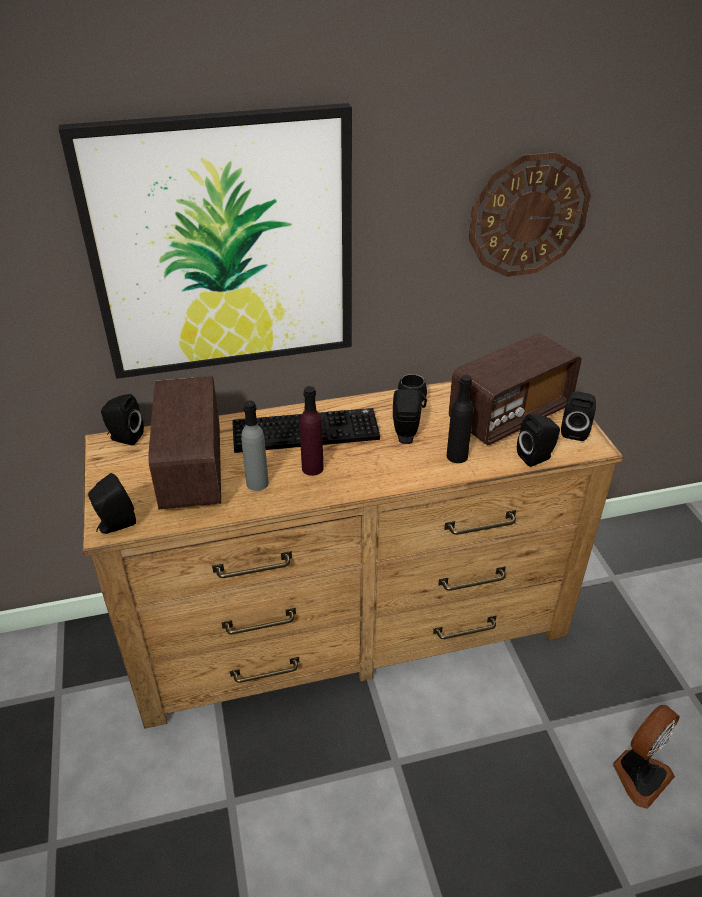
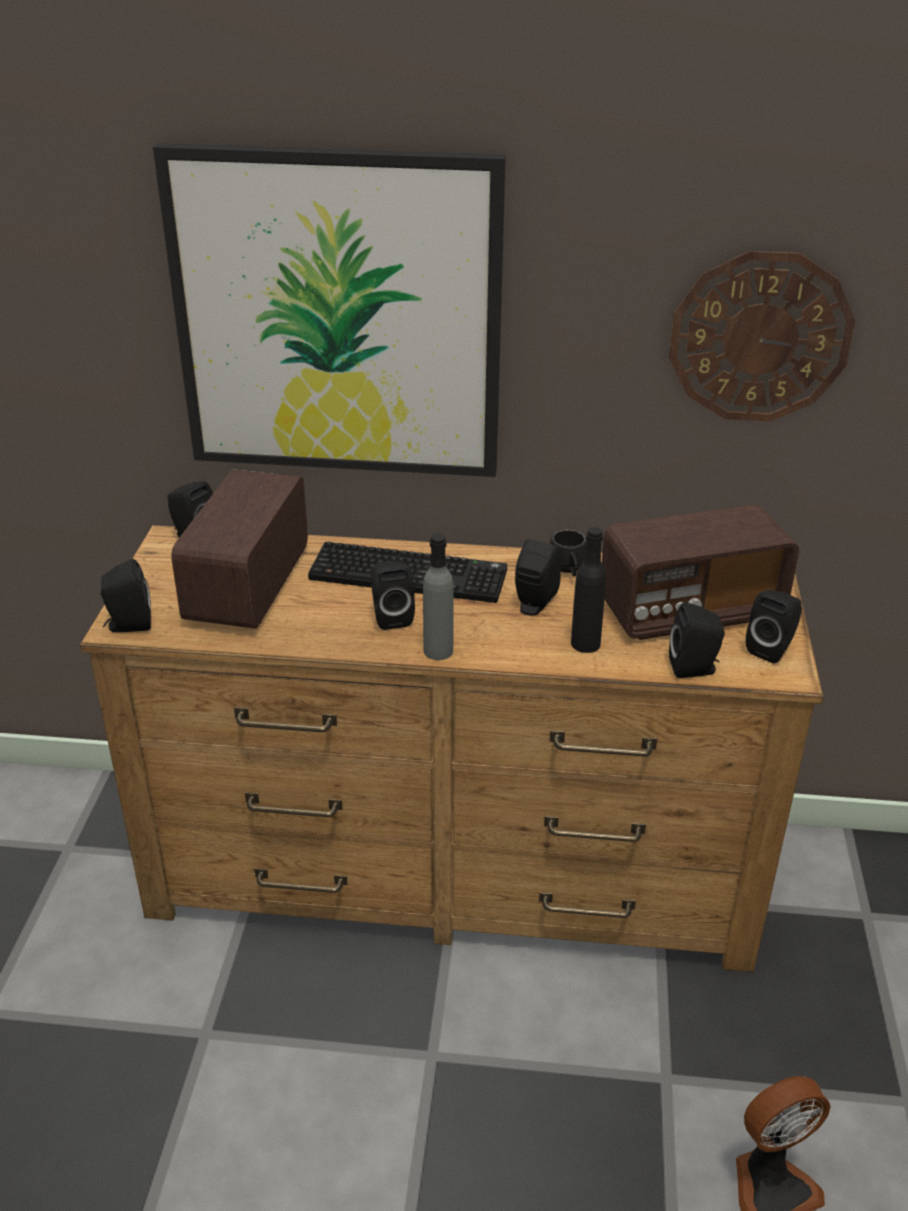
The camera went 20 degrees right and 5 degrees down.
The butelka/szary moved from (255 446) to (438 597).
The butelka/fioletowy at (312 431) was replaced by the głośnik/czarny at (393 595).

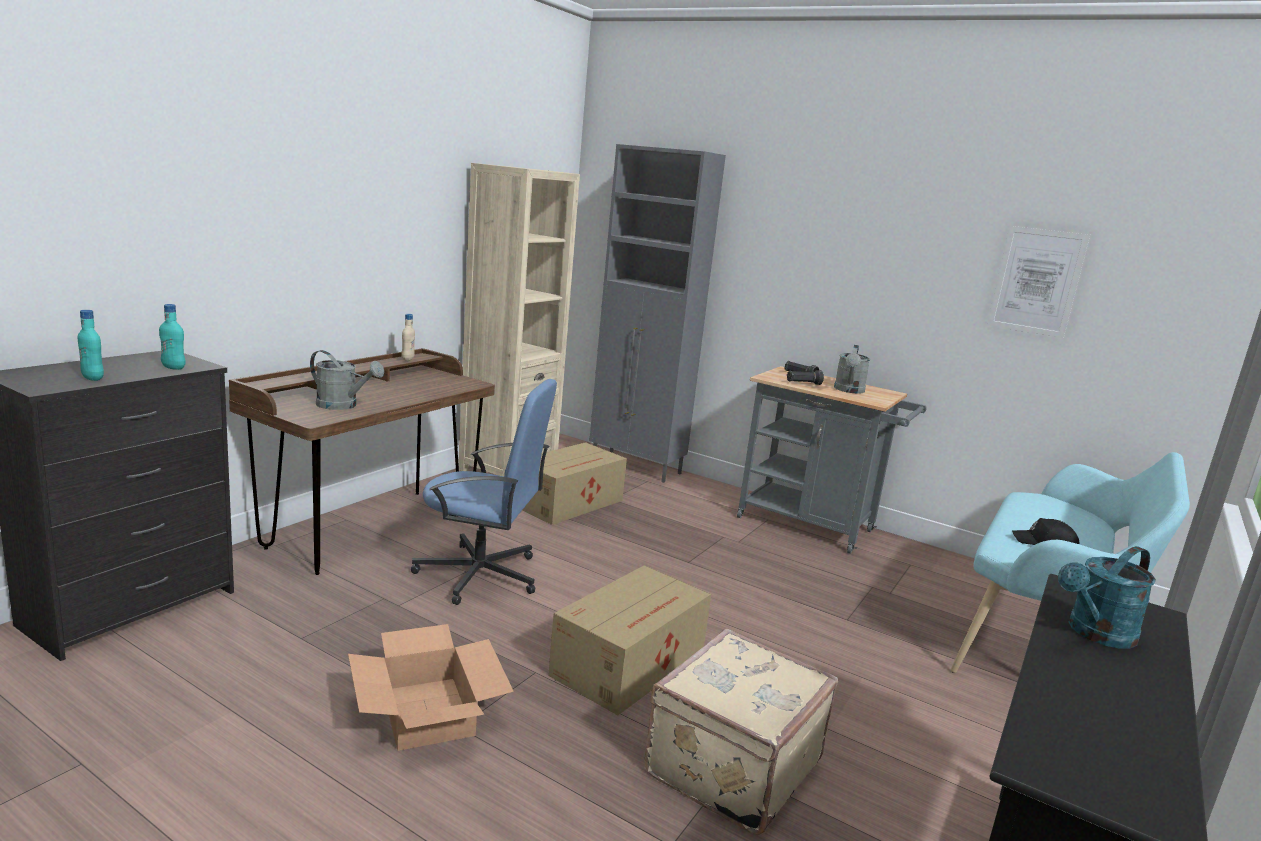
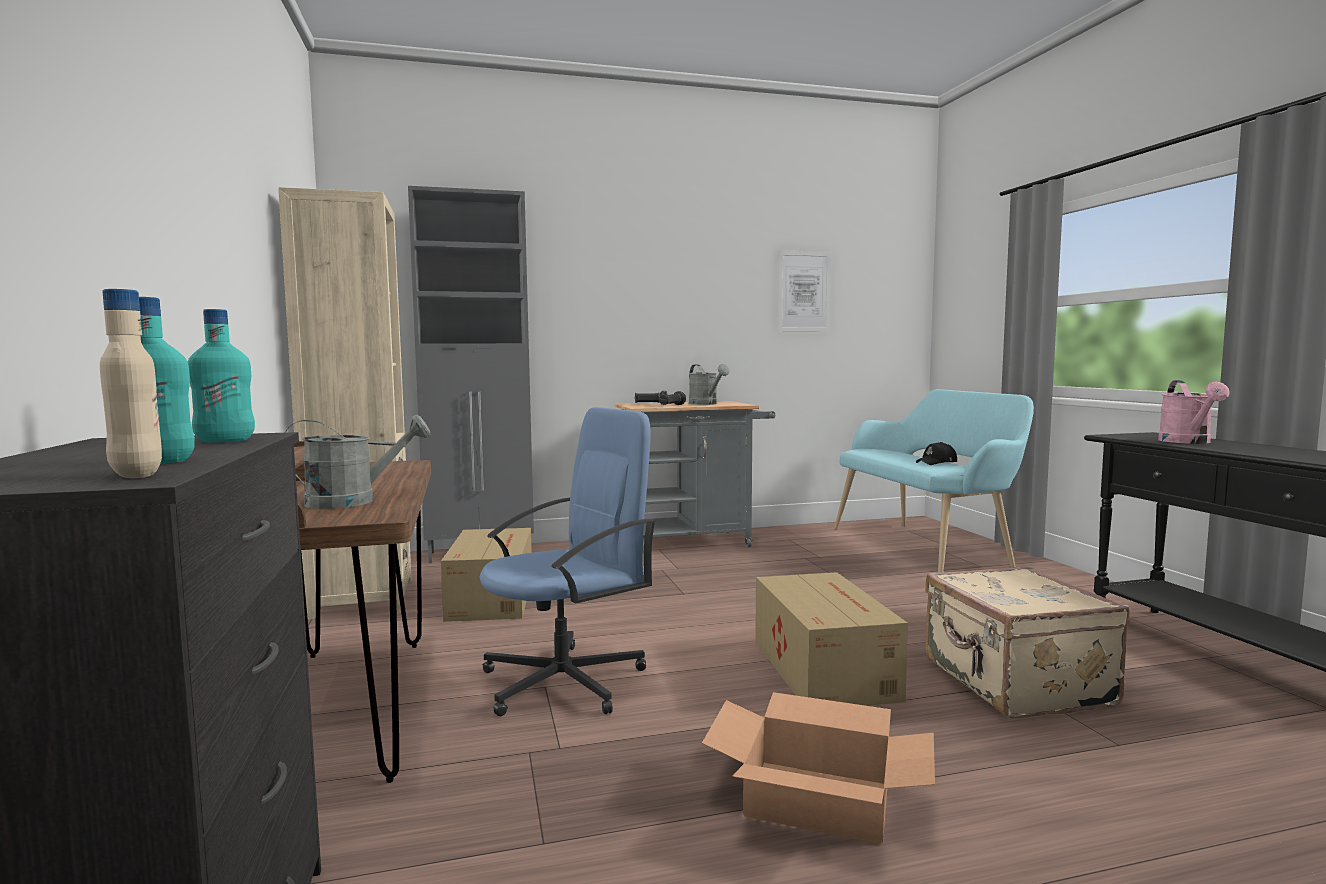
The camera went 45 degrees left and 10 degrees down.
The butelka/beżowy moved from (408 337) to (131 383).
The konewka/turkusowy at (1107 597) became the konewka/różowy at (1194 412).

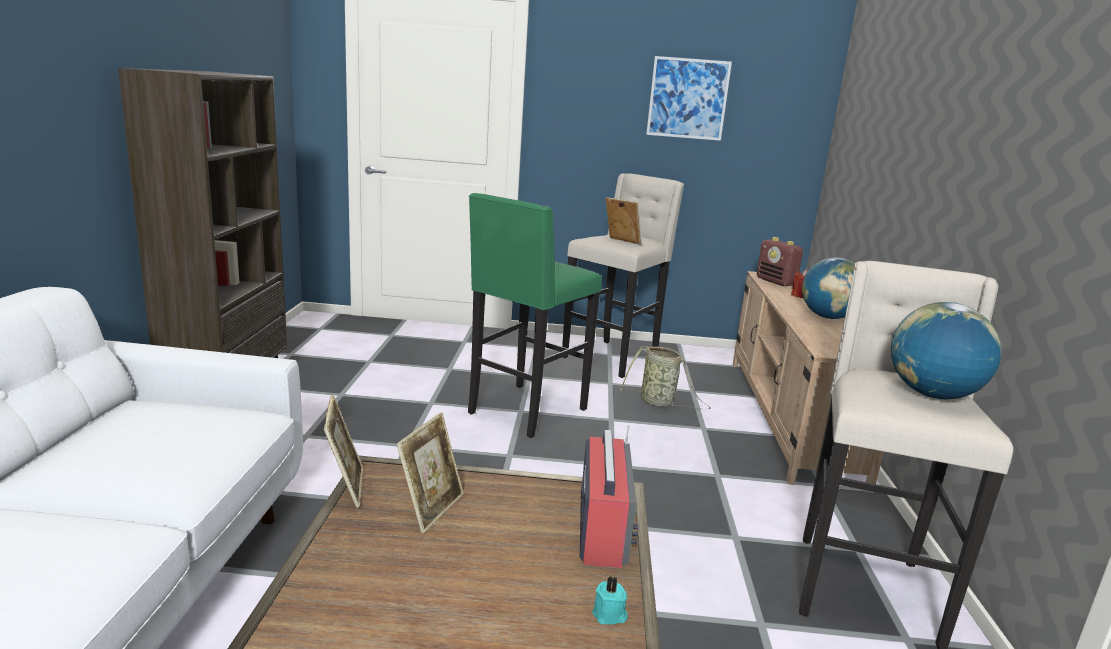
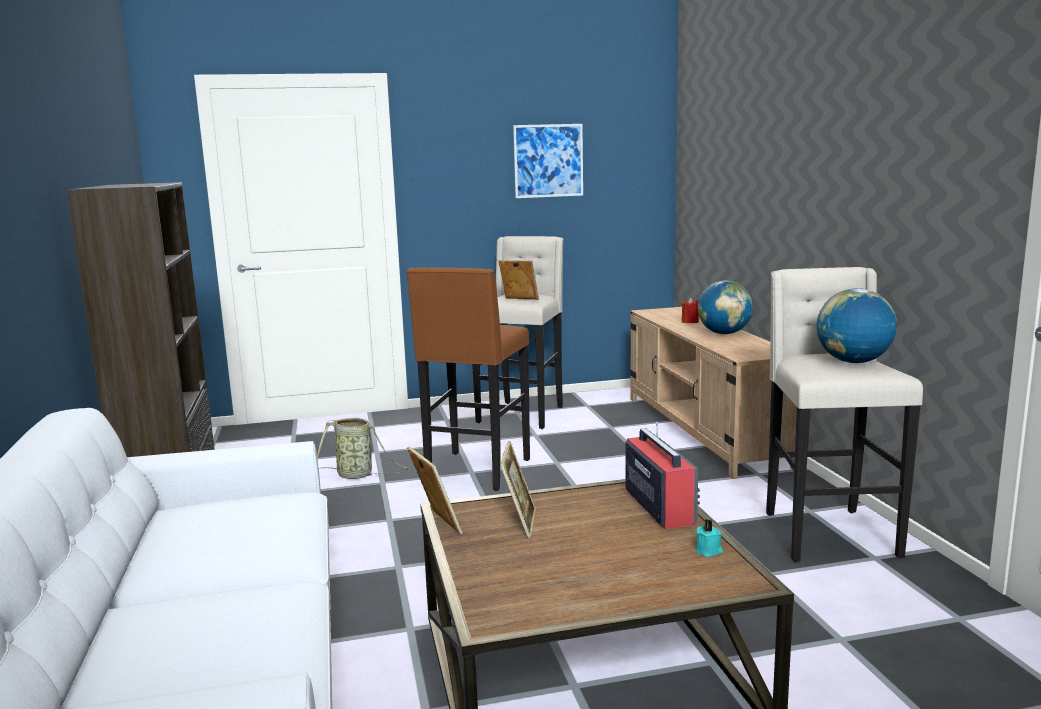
The camera went 15 degrees left and 5 degrees down.
The stołek/zielony at (535 315) became the stołek/brązowy at (468 379).
The koszyk moved from (665 377) to (362 448).
The radio at (780 261) disappeared.

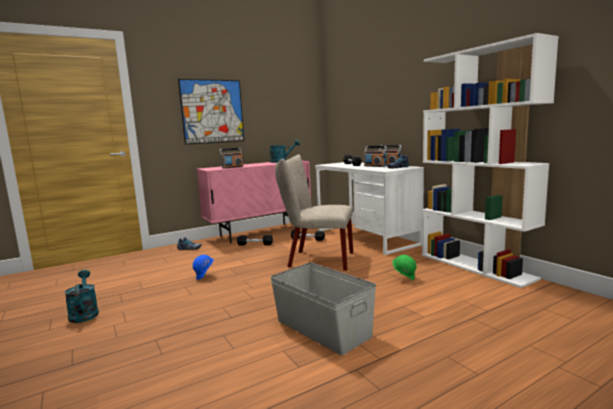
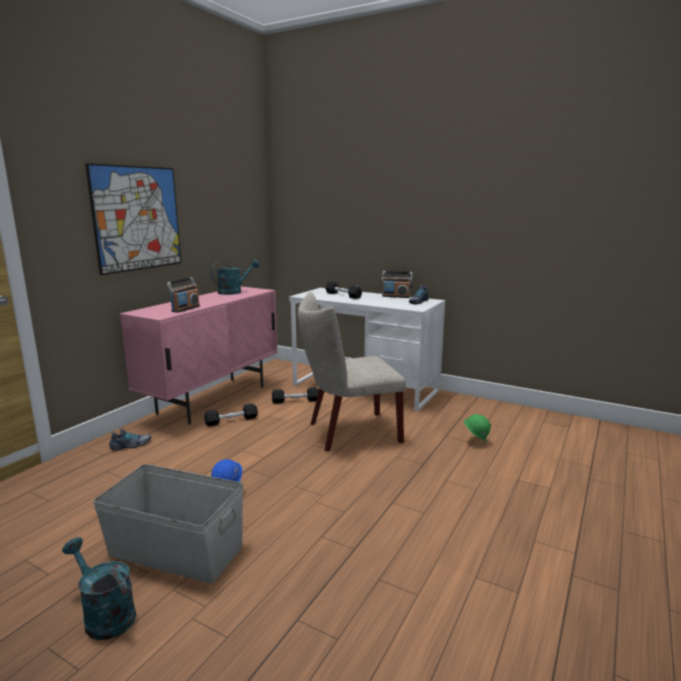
The camera went 30 degrees left and 5 degrees up.
The pojemnik do przechowywania/szary moved from (323 308) to (168 524).
The radio at (375 156) disappeared.
The regał/biały at (490 160) disappeared.

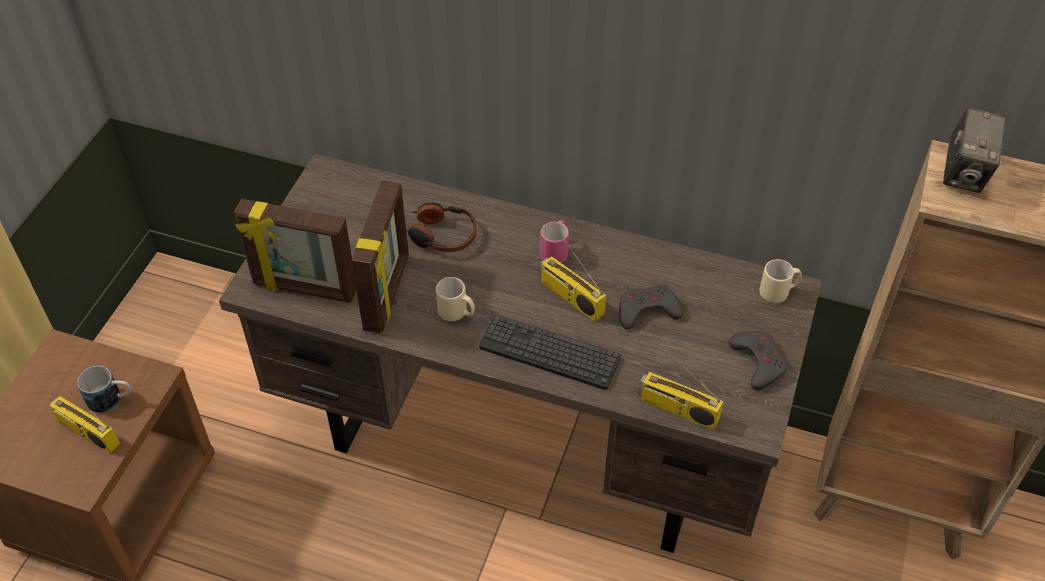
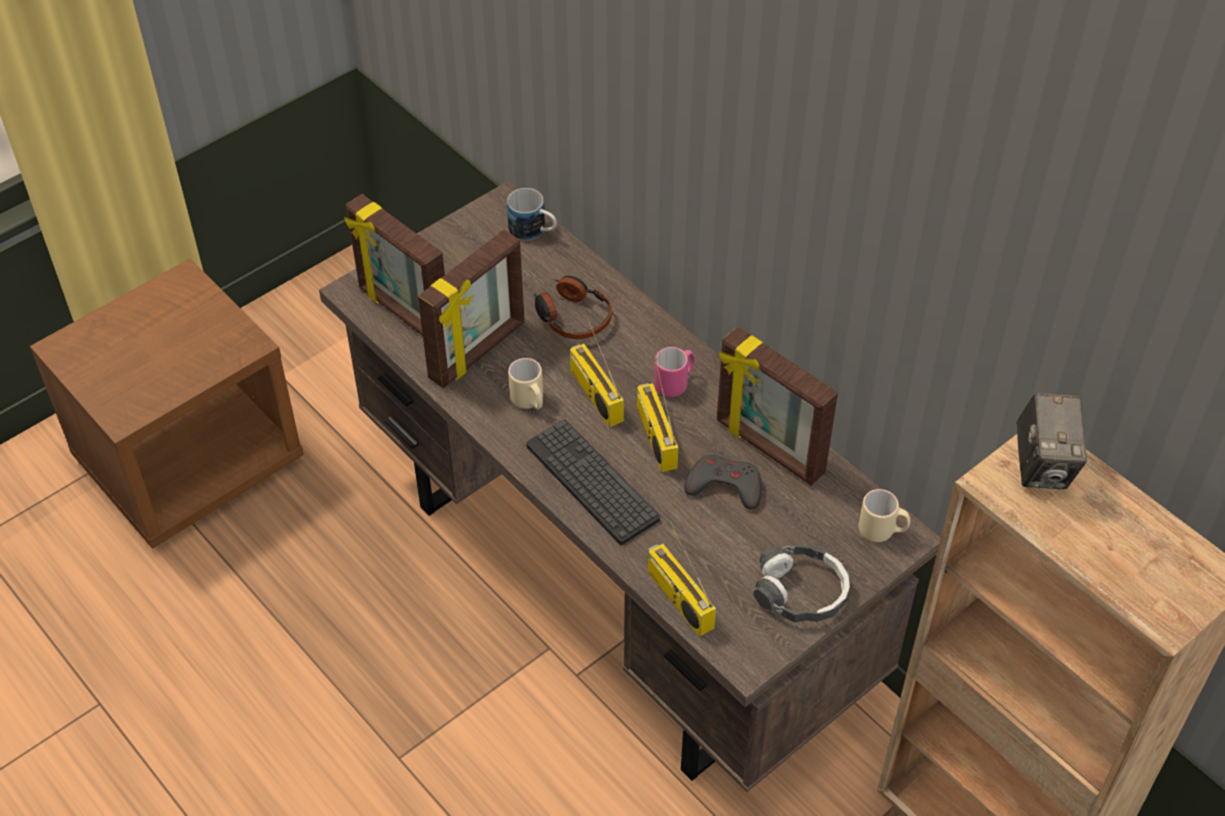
The camera went 30 degrees right and 0 degrees up.
The radio moved from (85 415) to (597 372).
The kubek moved from (104 389) to (532 214).
The pad do gier/szary at (757 360) was replaced by the słuchawki at (802 583).
The aparat fotograficzny at (975 150) turned 45 degrees counterclockwise.
The ramka na zdjęcie at (777 406) appeared.

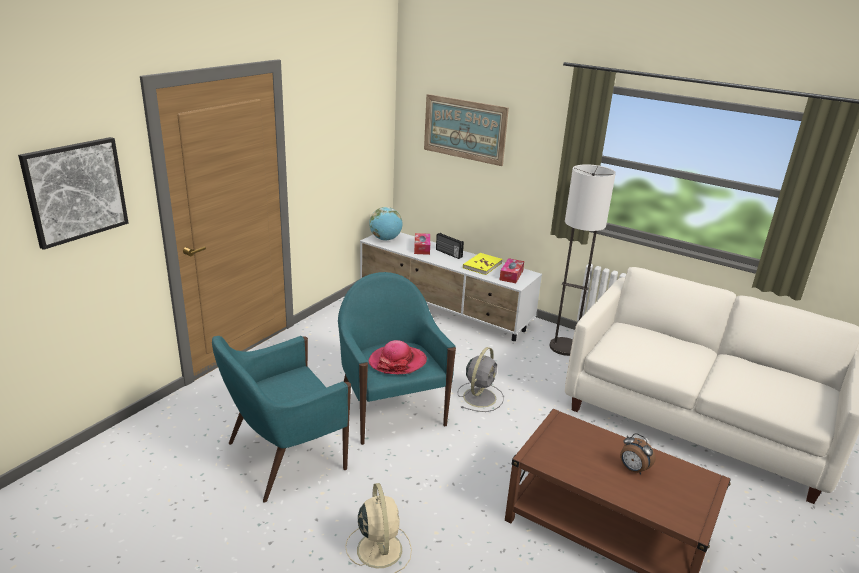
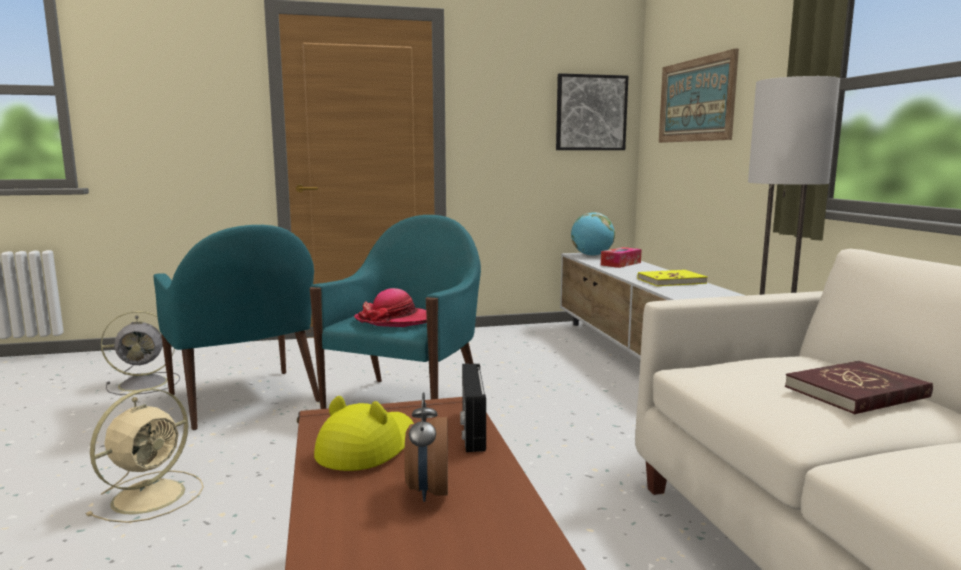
The camera went 45 degrees right and 15 degrees down.
The obraz moved from (73 193) to (592 111).
The fotel/turkusowy at (281 419) turned 135 degrees counterclockwise.
The radio moved from (450 246) to (473 408).
The wentylator/szary moved from (481 379) to (140 353).
The pudełko chusteczek at (512 270) disappeared.
The kapelusz/żółty at (364 433) appeared.
The książka/czerwony at (859 387) appeared.

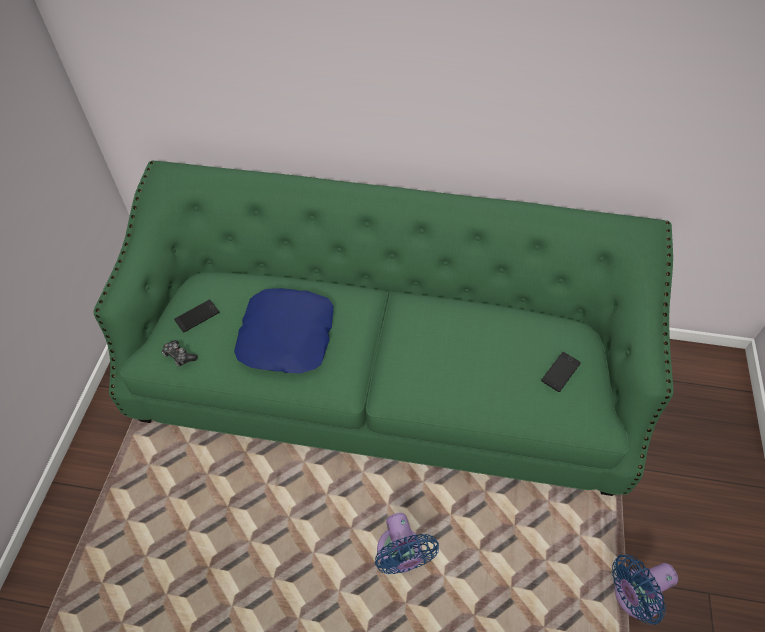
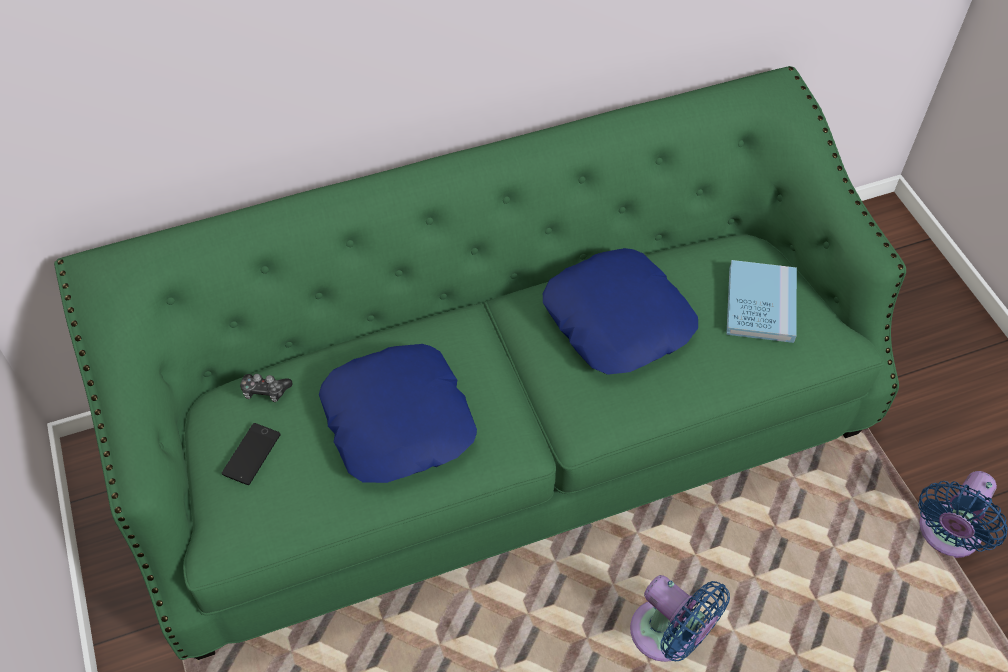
The camera went 30 degrees left and 0 degrees up.
The pad do gier moved from (180 353) to (266 388).
The telefon at (561 372) was replaced by the książka/niebieski at (761 301).
The poduszka/niebieski at (620 311) appeared.

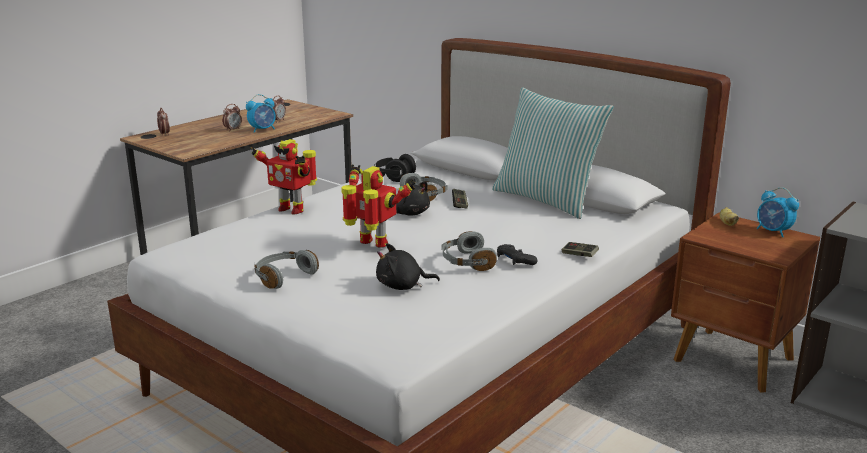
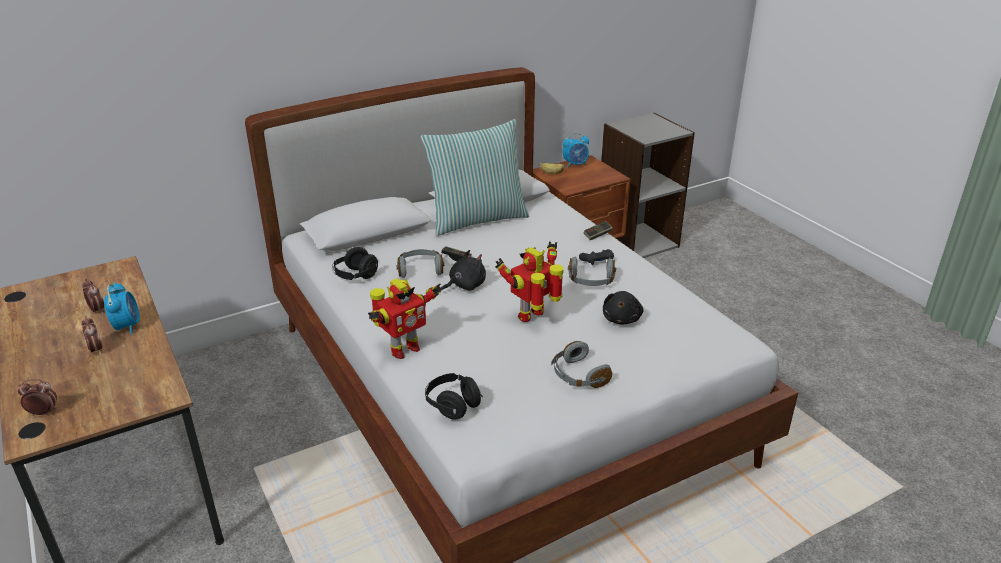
The camera went 70 degrees left and 10 degrees up.
The słuchawki/czarny at (454 396) appeared.

